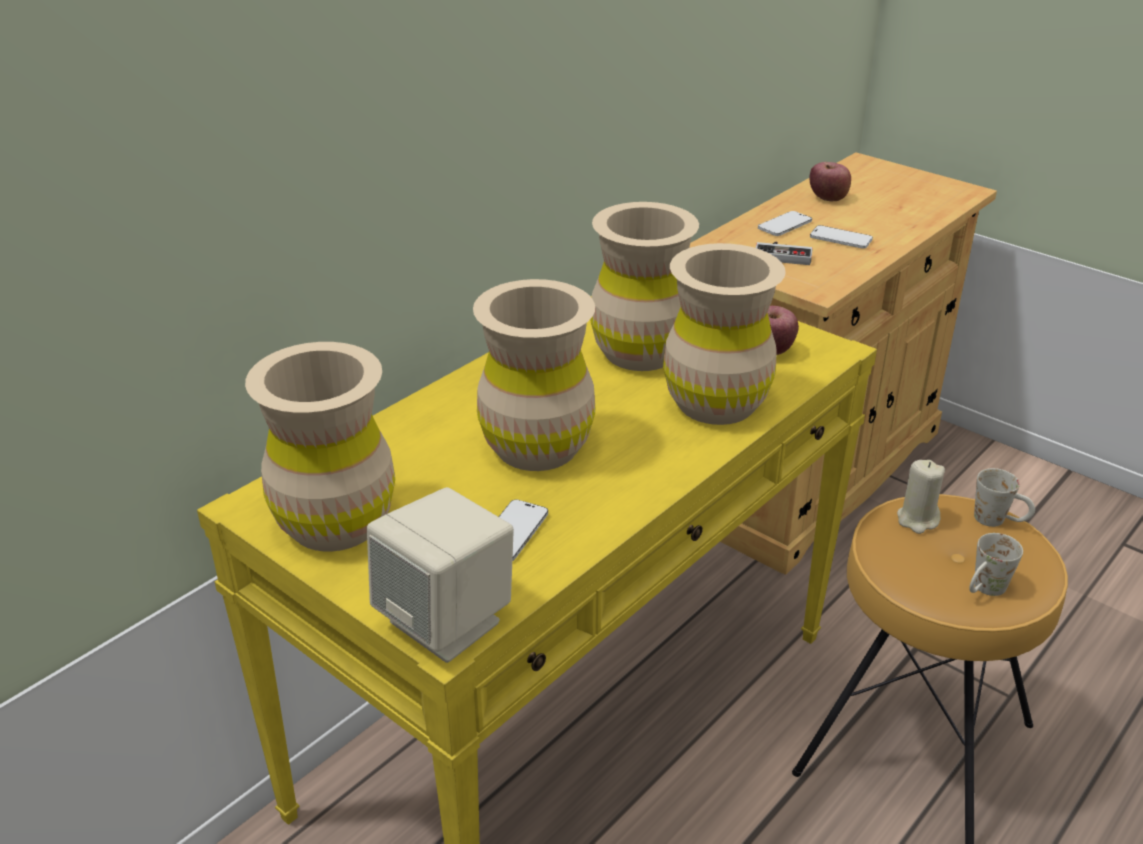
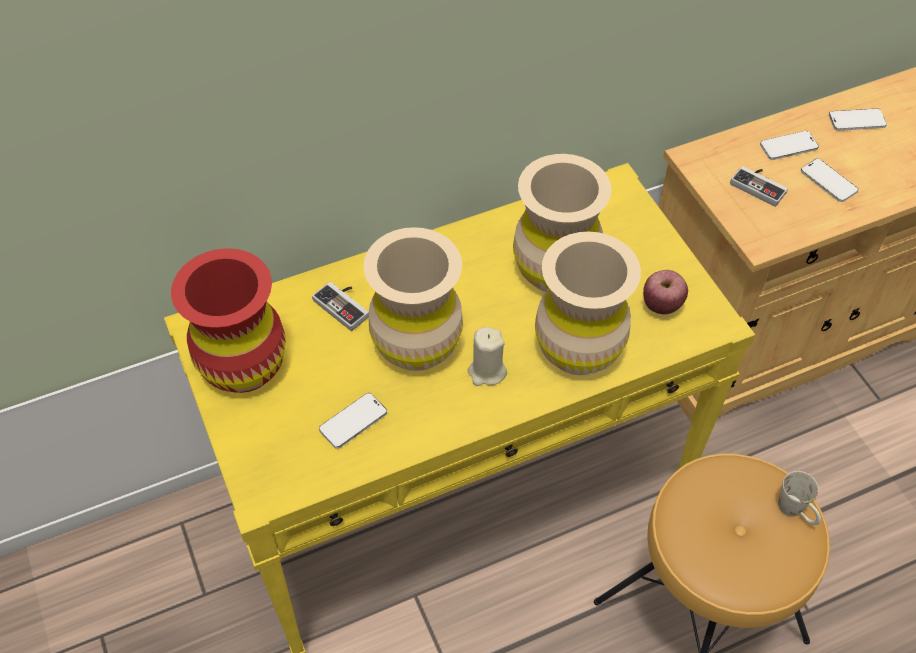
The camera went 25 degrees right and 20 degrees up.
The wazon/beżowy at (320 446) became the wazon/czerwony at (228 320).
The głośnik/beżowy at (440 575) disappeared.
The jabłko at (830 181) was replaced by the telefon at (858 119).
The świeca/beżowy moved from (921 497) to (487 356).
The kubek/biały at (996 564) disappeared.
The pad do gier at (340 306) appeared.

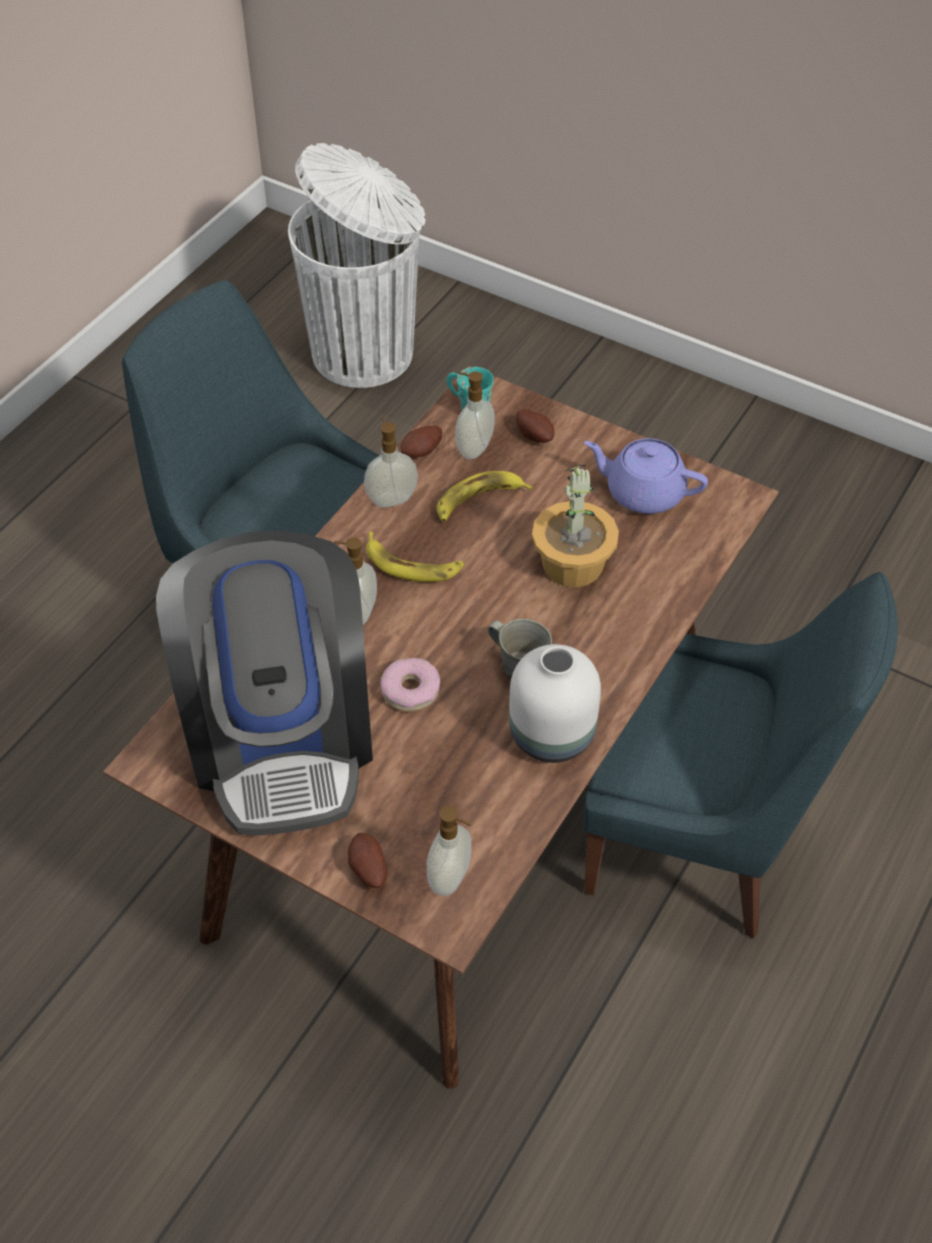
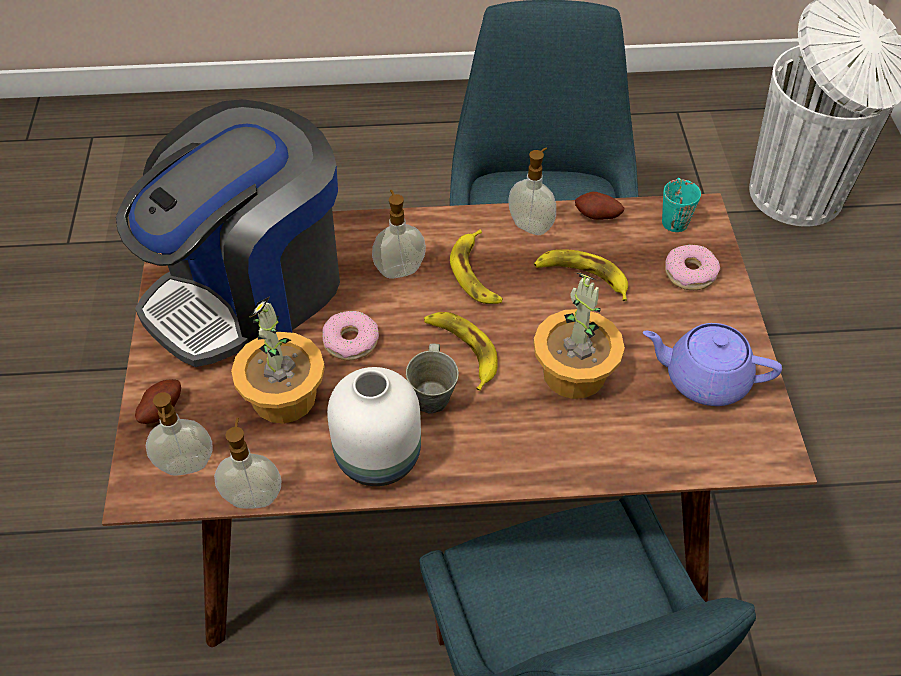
The camera went 55 degrees right and 0 degrees up.
The dozownik mydła moved from (475 415) to (247 463).
The ziemniak at (535 426) was replaced by the donut at (692 267).
The imbryk/fioletowy at (646 476) turned 60 degrees counterclockwise.
The roślina doniczkowa at (278 360) appeared.
The banan at (461 351) appeared.

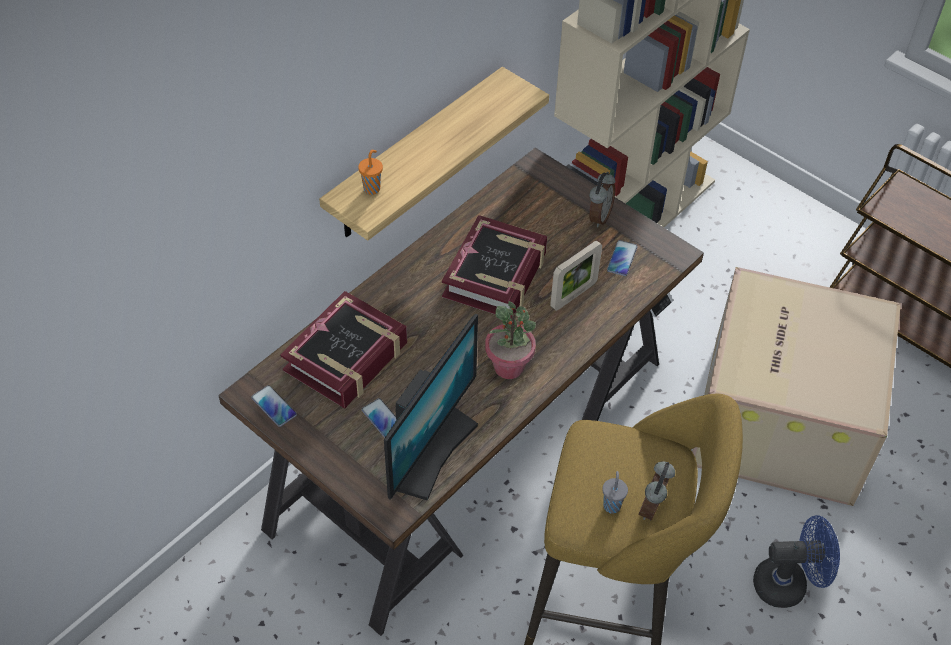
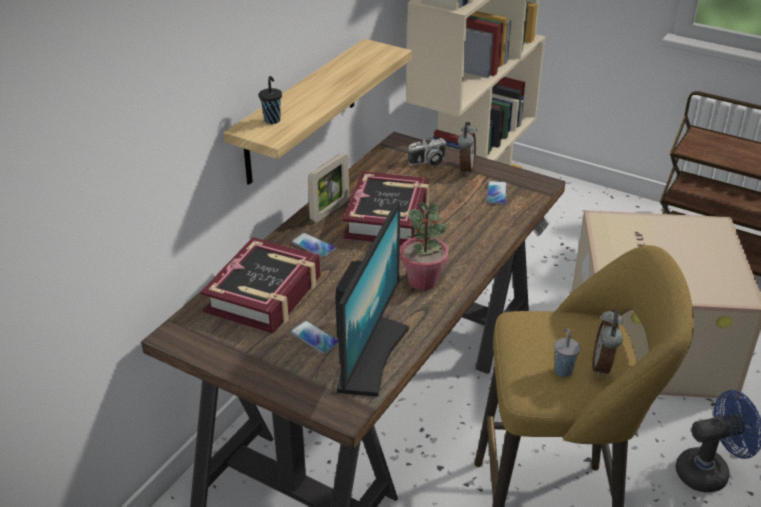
The camera went 10 degrees left and 15 degrees down.
The telefon moved from (274 406) to (313 245).
The filiżanka/pomarańczowy at (370 172) became the filiżanka/czarny at (270 100).
The ramka na zdjęcie moved from (576 276) to (328 188).
The aparat fotograficzny at (427 151) appeared.

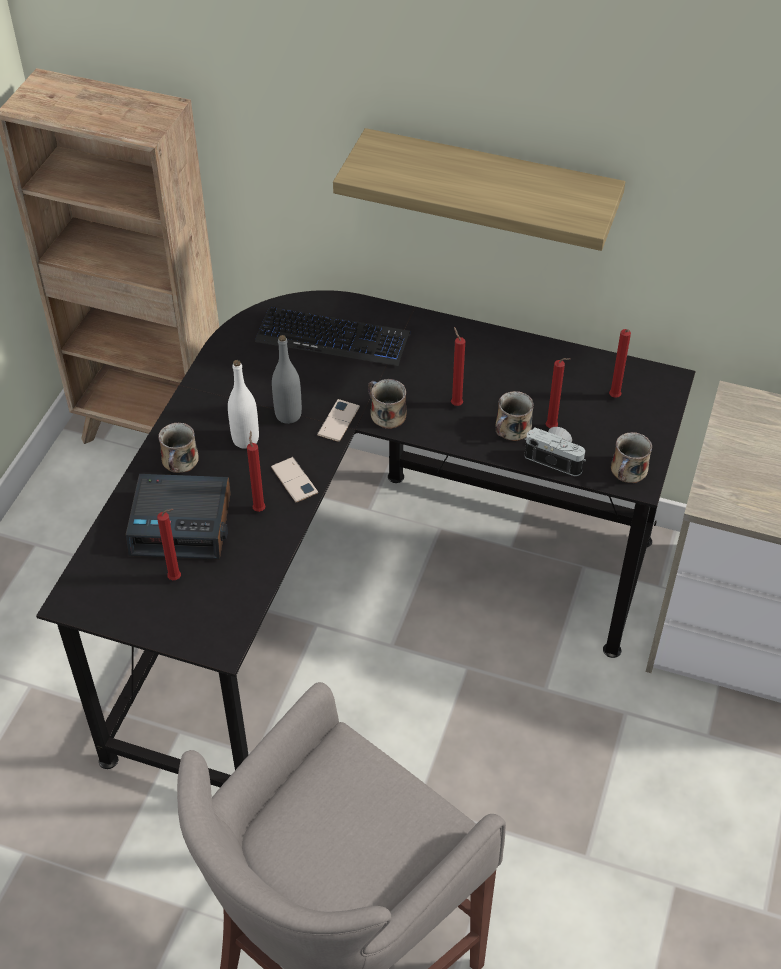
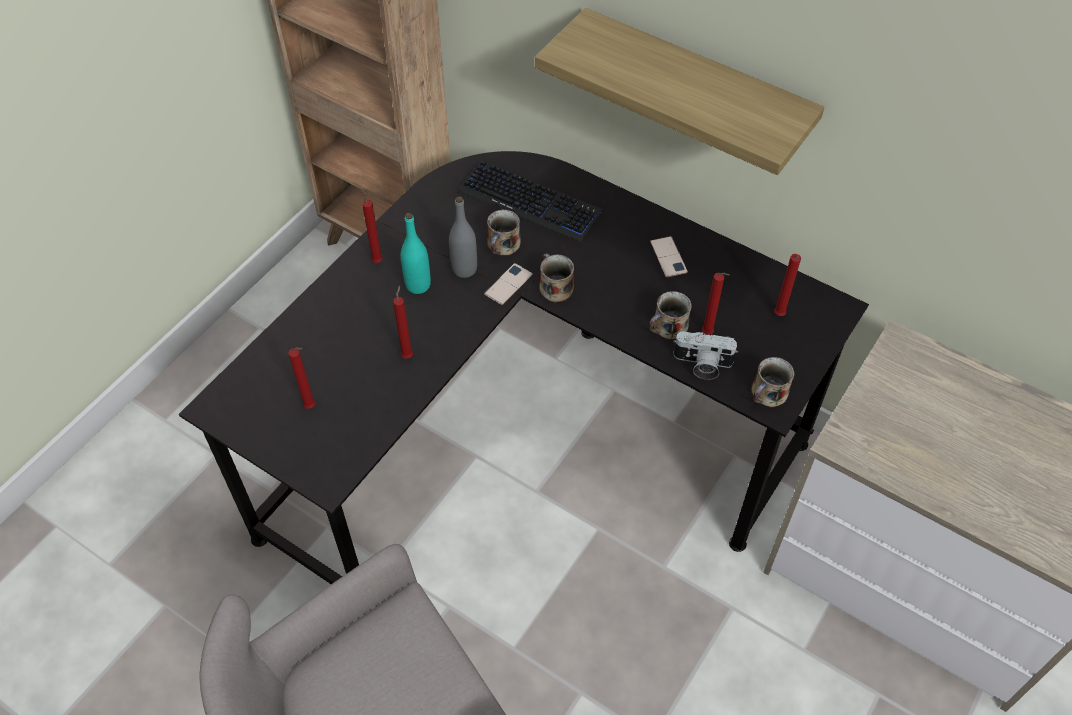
The camera went 15 degrees right and 5 degrees up.
The budzik at (178 517) disappeared.
The kubek moved from (178 448) to (504 233).
The butelka/biały at (243 404) became the butelka/turkusowy at (416 253).
The telefon moved from (294 480) to (669 256).
The świeca/czerwony moved from (458 366) to (372 226).
The aparat fotograficzny at (555 451) turned 150 degrees clockwise.

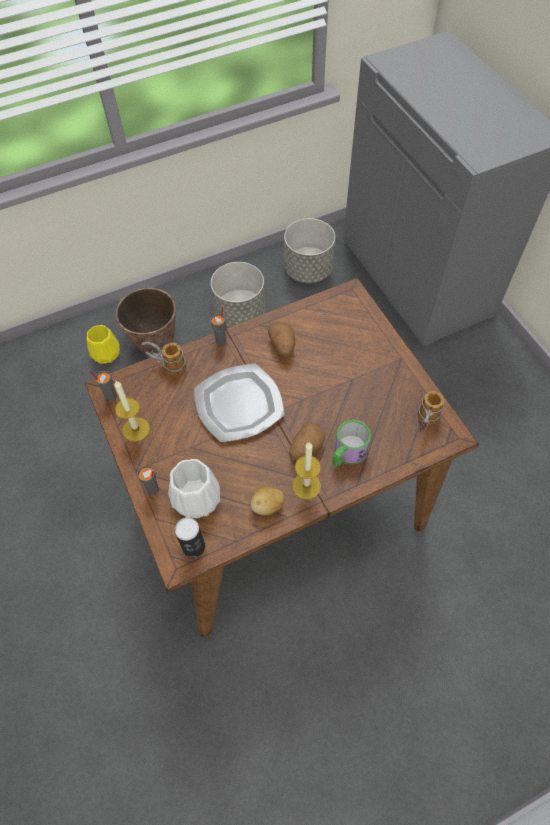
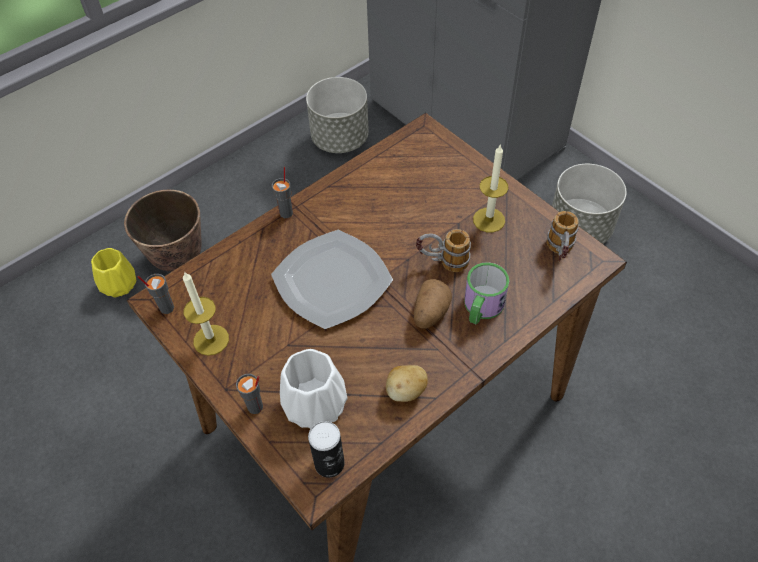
The camera went 15 degrees left and 5 degrees down.
The kubek moved from (163 358) to (443 250).
The donica/szary moved from (238 294) to (589 204).
The ziemniak at (281 340) disappeared.
The świeca moved from (306 471) to (491 188).

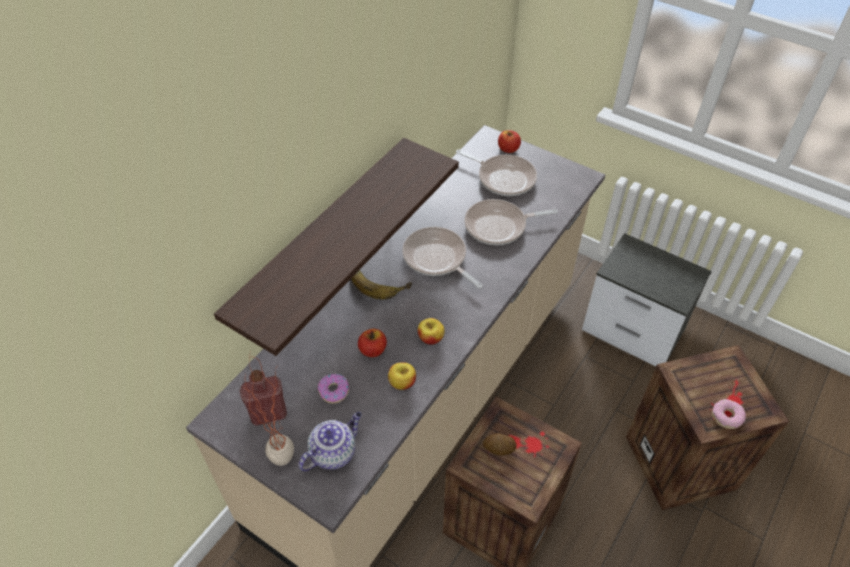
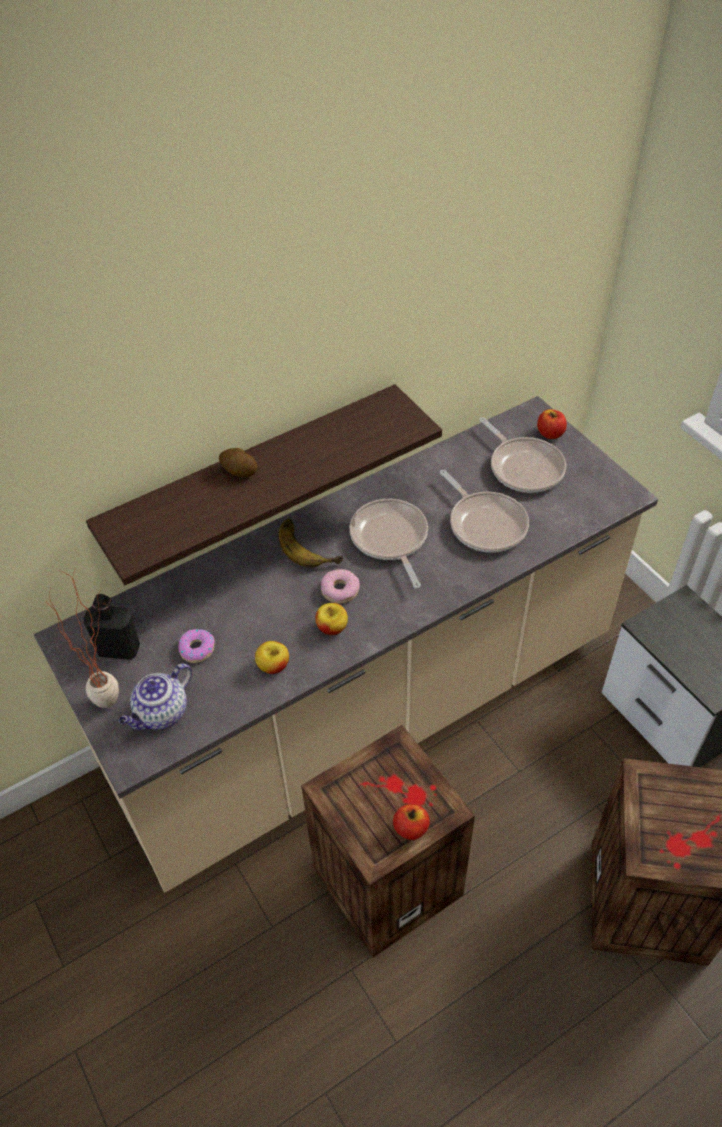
The camera went 25 degrees right and 0 degrees up.
The butelka/czerwony at (263 398) became the butelka/czarny at (112 627).
The imbryk at (330 441) turned 150 degrees clockwise.
The jabłko moved from (372 343) to (411 822).
The patelnia at (511 222) turned 135 degrees counterclockwise.
The ziemniak moved from (499 444) to (238 462).
The donut moved from (729 414) to (340 586).

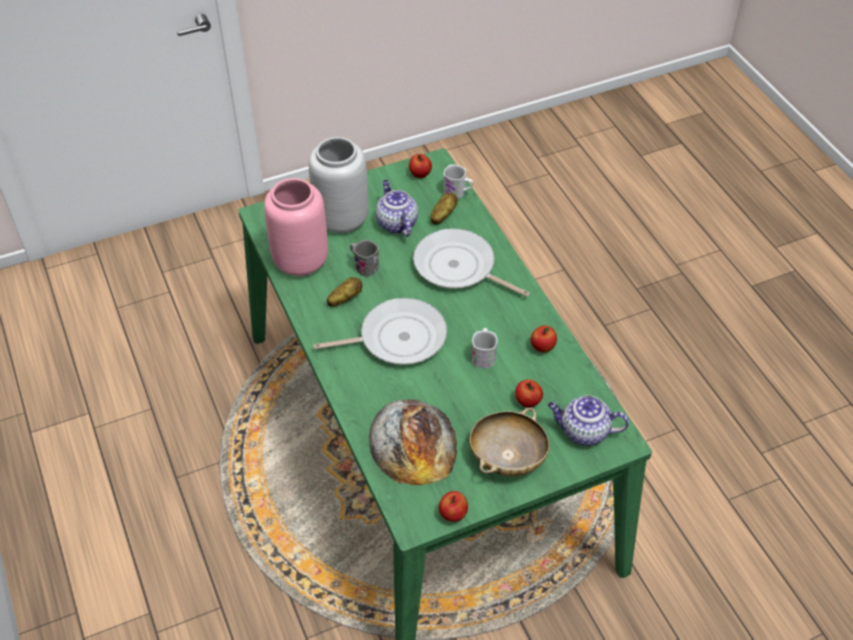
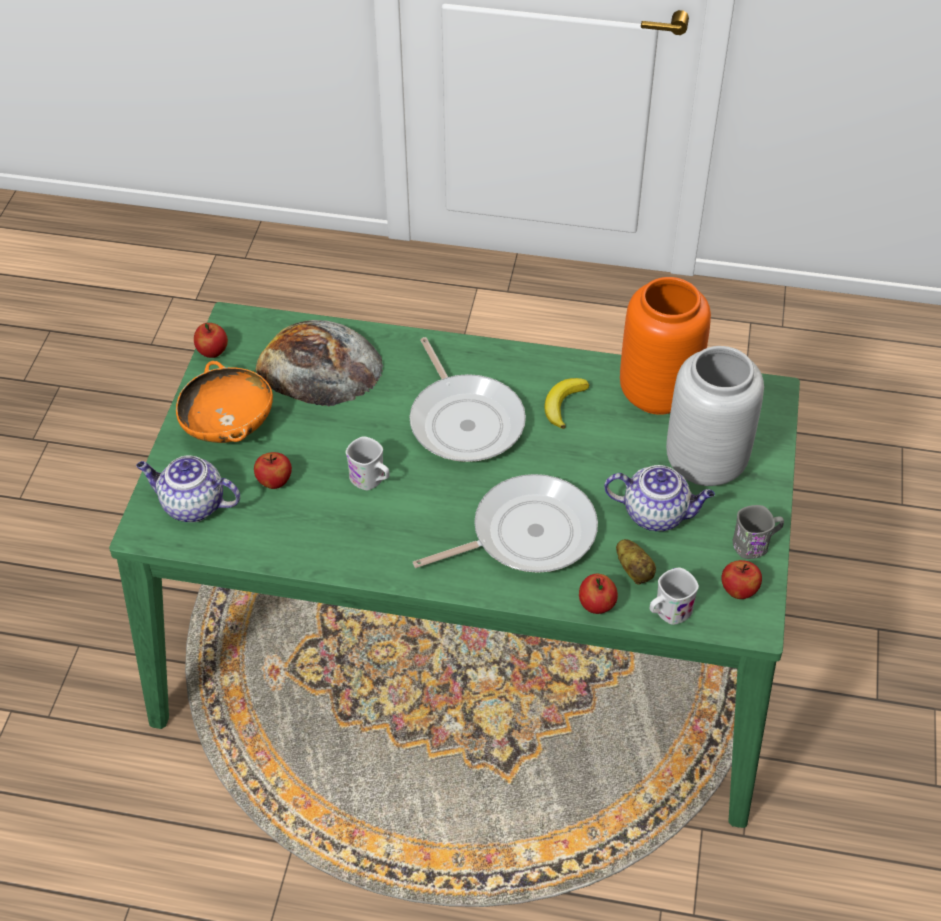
The camera went 125 degrees right and 0 degrees up.
The wazon/różowy at (296 227) became the wazon/pomarańczowy at (665 346).
The patelnia at (380 331) turned 45 degrees counterclockwise.
The ziemniak at (344 292) was replaced by the banan at (566 403).
The kubek/szary moved from (364 258) to (758 532).
The miska/beżowy at (509 442) became the miska/pomarańczowy at (224 402).
The jabłko moved from (544 339) to (598 594).
The imbryk at (588 420) turned 120 degrees counterclockwise.

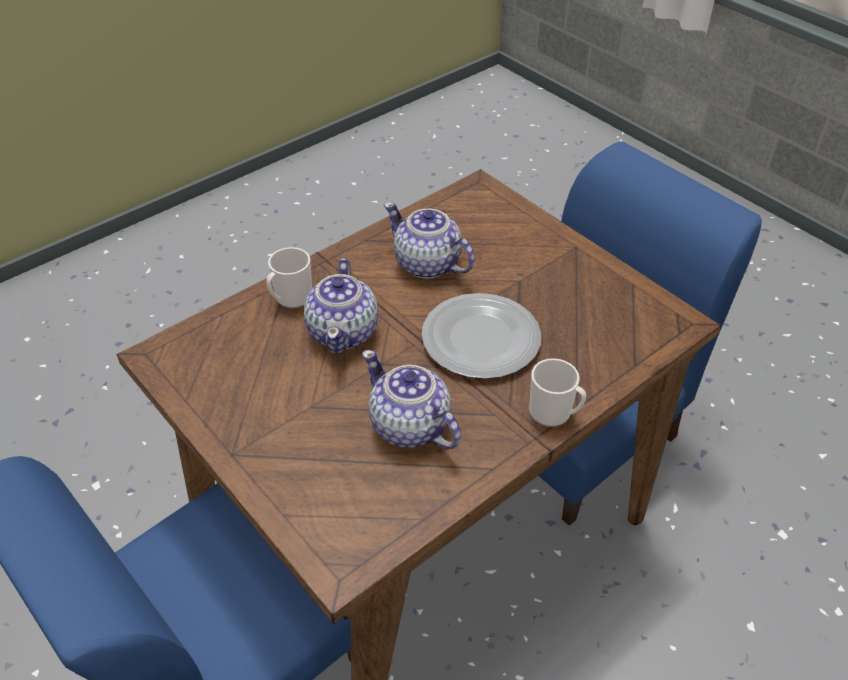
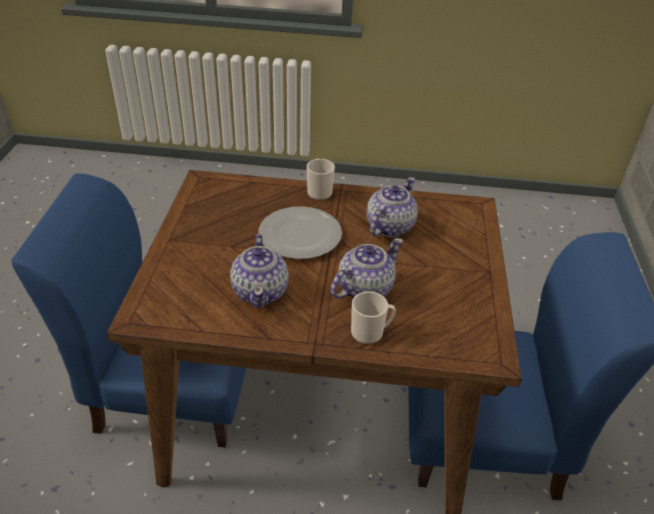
The camera went 135 degrees left and 5 degrees down.
The imbryk at (411 399) turned 150 degrees counterclockwise.

